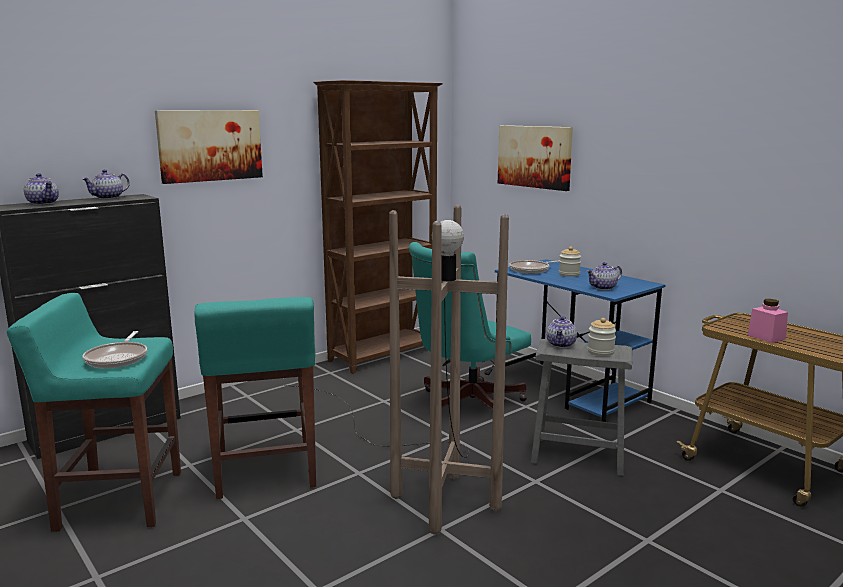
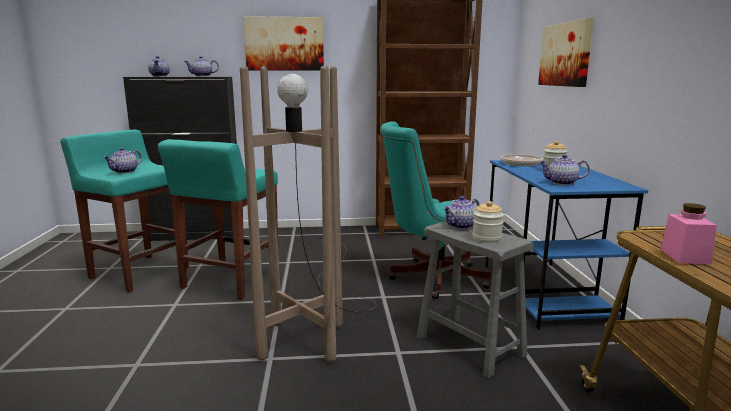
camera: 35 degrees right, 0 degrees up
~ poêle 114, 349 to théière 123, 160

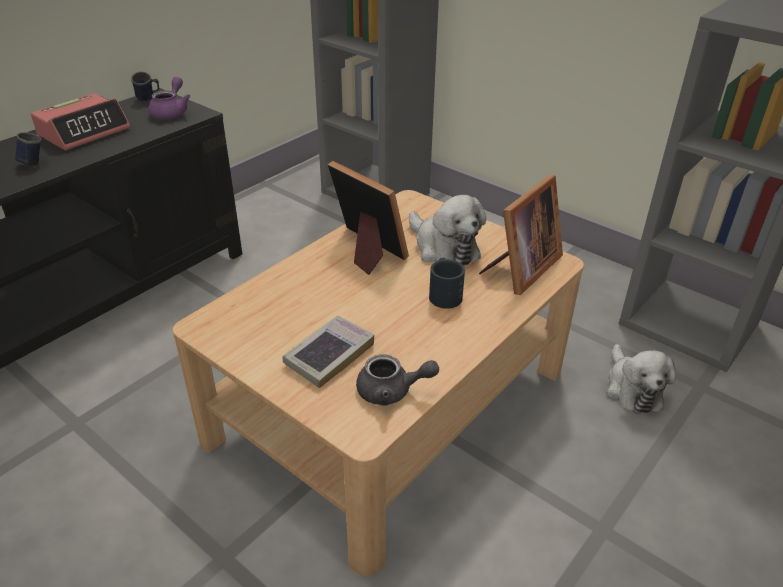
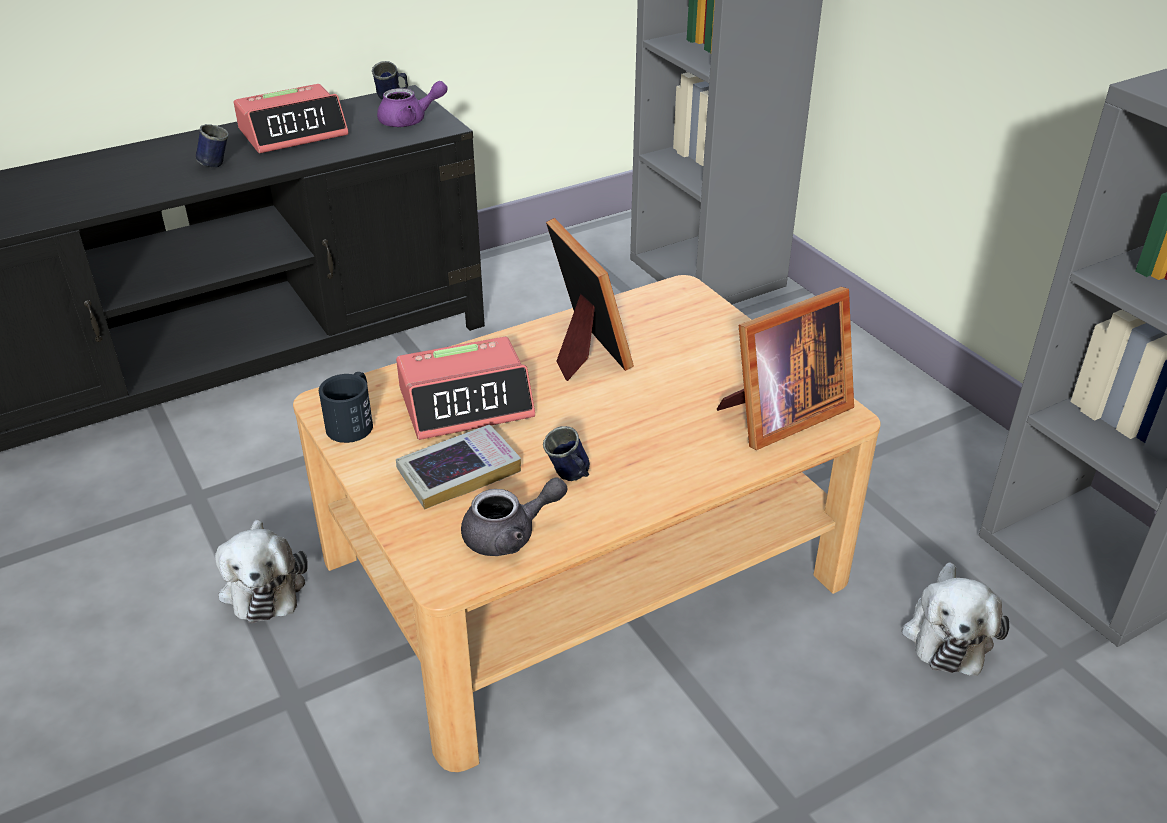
camera: 20 degrees right, 0 degrees up
~ théière [violet] 169, 98 = 412, 104 45 degrees clockwise
~ théière [gris] 397, 380 = 514, 517 45 degrees counterclockwise
~ peluche 447, 230 to 261, 571
~ mug [noir] 447, 283 to 346, 407
+ réveil 465, 388
+ mug [bleu] 566, 453

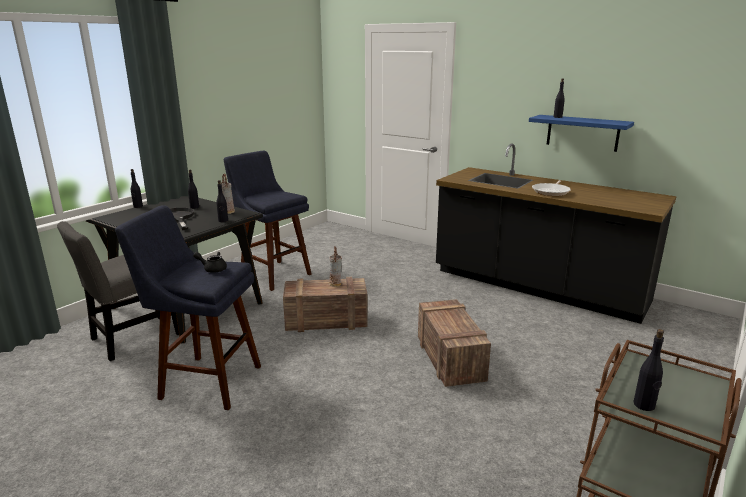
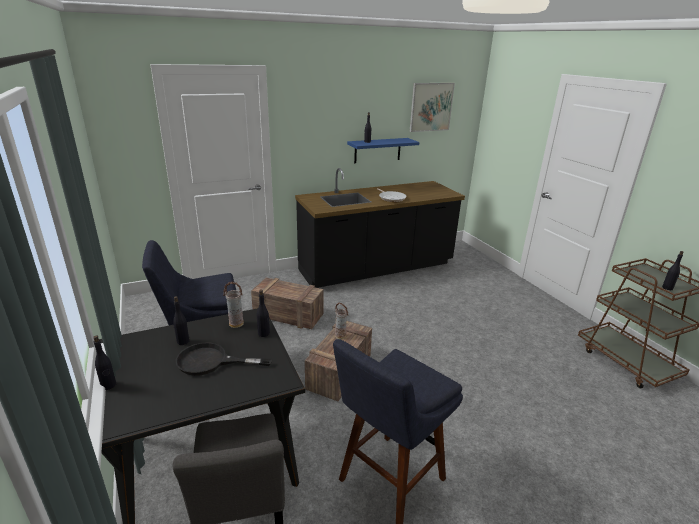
camera: 60 degrees left, 5 degrees up
- théière [noir] 210, 262
~ caisse 454, 343 to 287, 303
+ tableau 432, 107

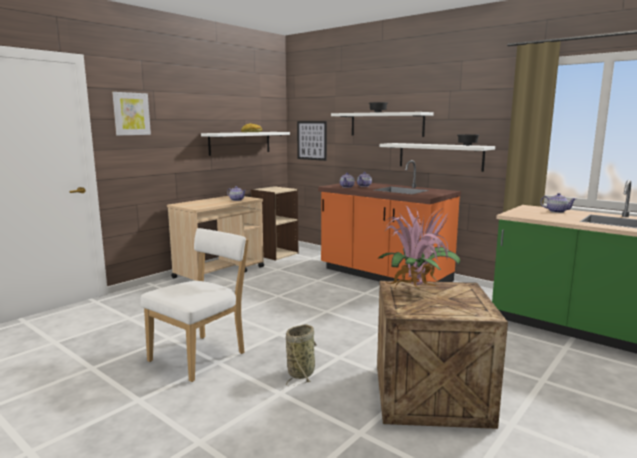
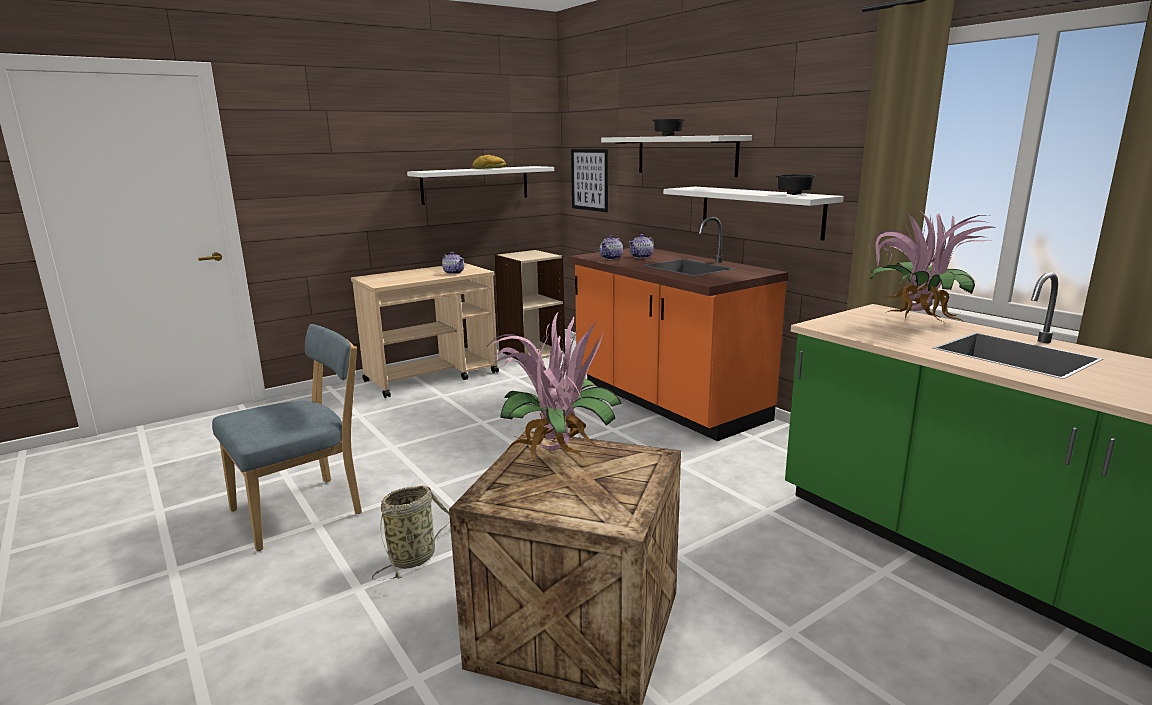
camera: 15 degrees right, 5 degrees up
- tableau 131, 113
~ chaise [blanc] 194, 305 to chaise [bleu] 287, 437
~ théière 558, 203 to plante en pot 933, 266

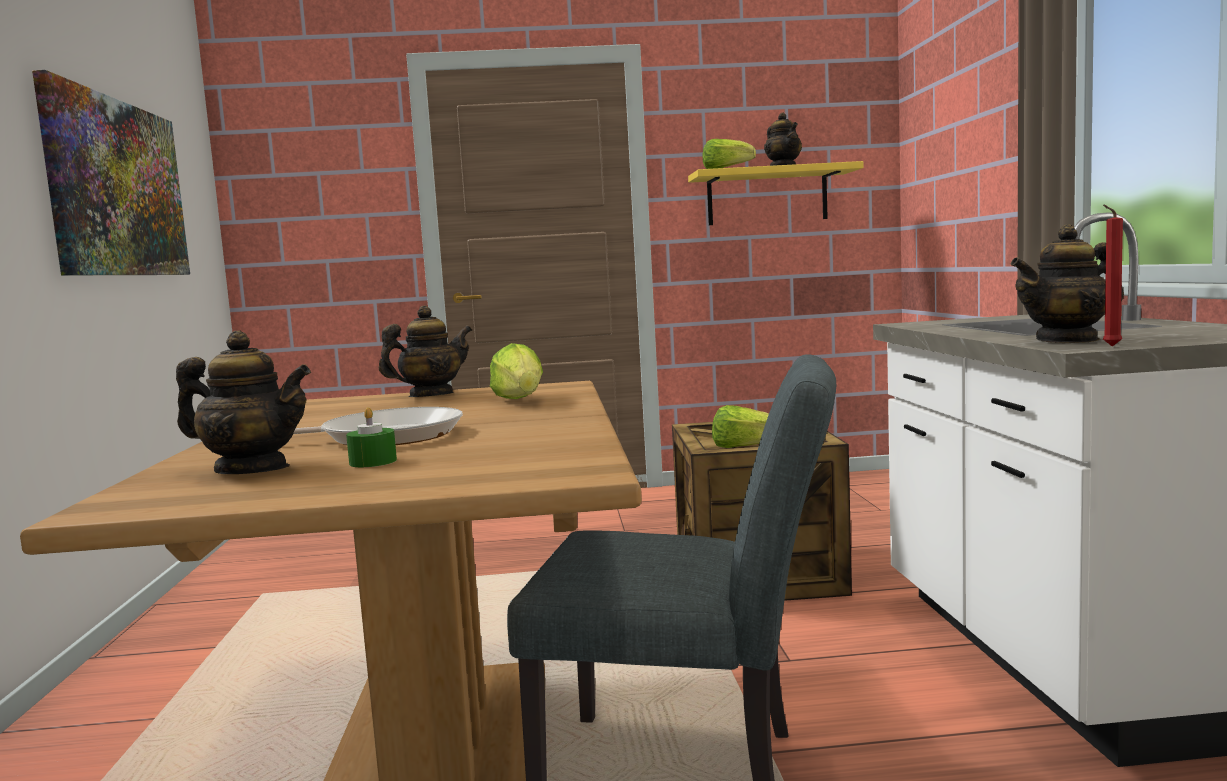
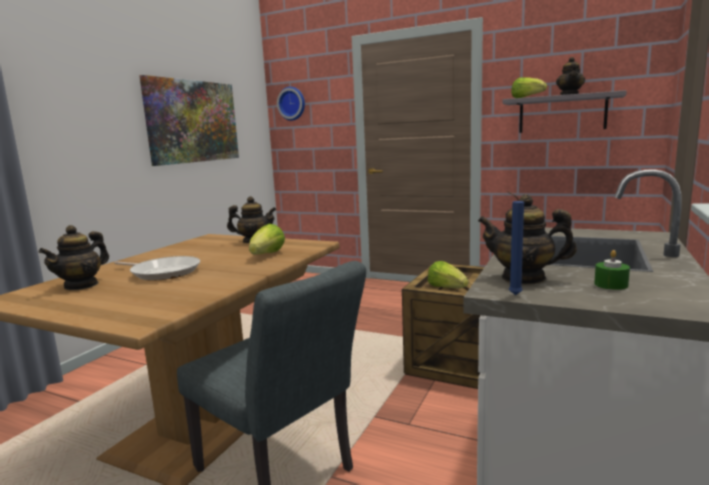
camera: 30 degrees right, 5 degrees up
~ théière 243, 402 = 73, 257 75 degrees clockwise
~ bougie [vert] 371, 437 to 612, 270
~ étagère [jaune] 776, 193 to étagère [gris] 565, 111
~ bougie [rouge] 1113, 276 to bougie [bleu] 515, 243
+ horloge murale 291, 104

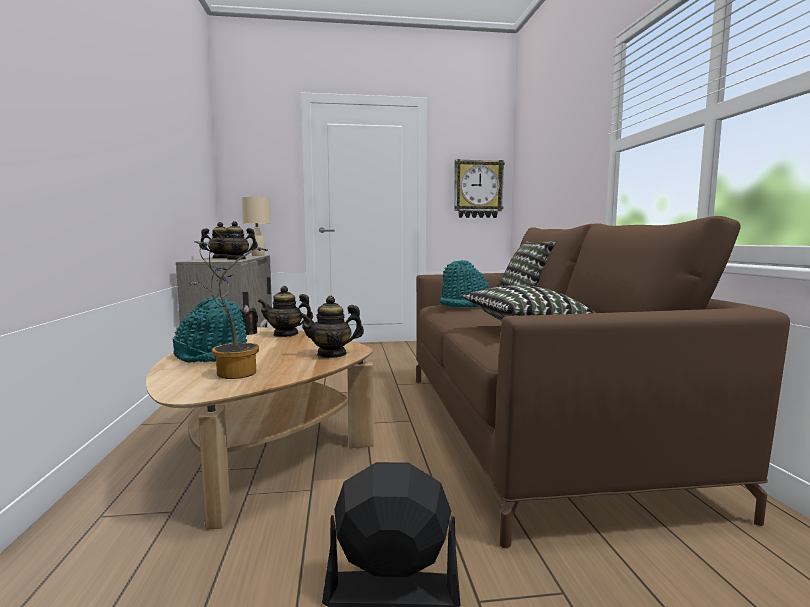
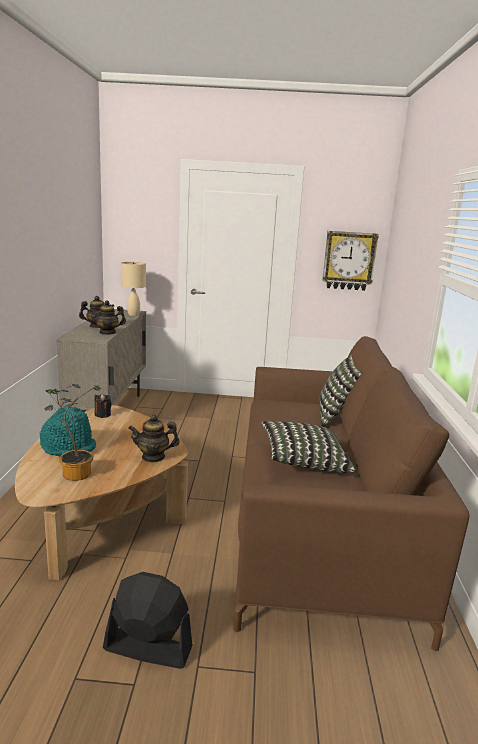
camera: 10 degrees right, 10 degrees up
- théière 285, 311
- chapeau [turquoise] 464, 283

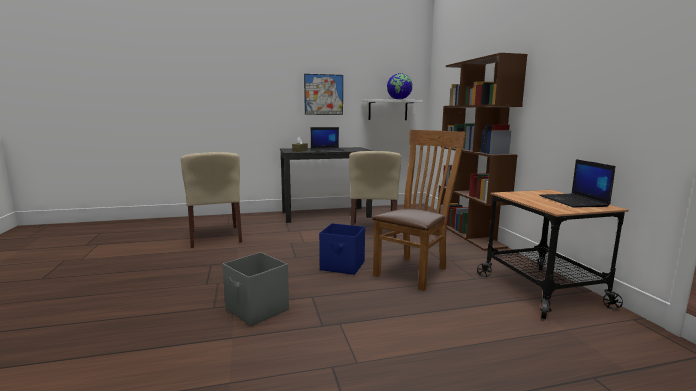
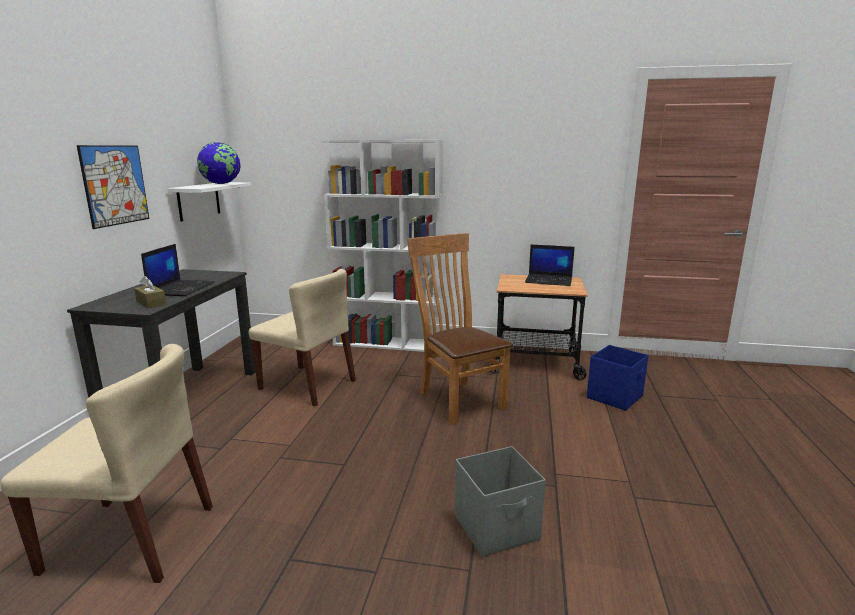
camera: 65 degrees left, 5 degrees up
~ boîte de rangement [bleu] 342, 249 to 618, 378
~ bibliothèque [marron] 483, 152 to bibliothèque [blanc] 382, 246

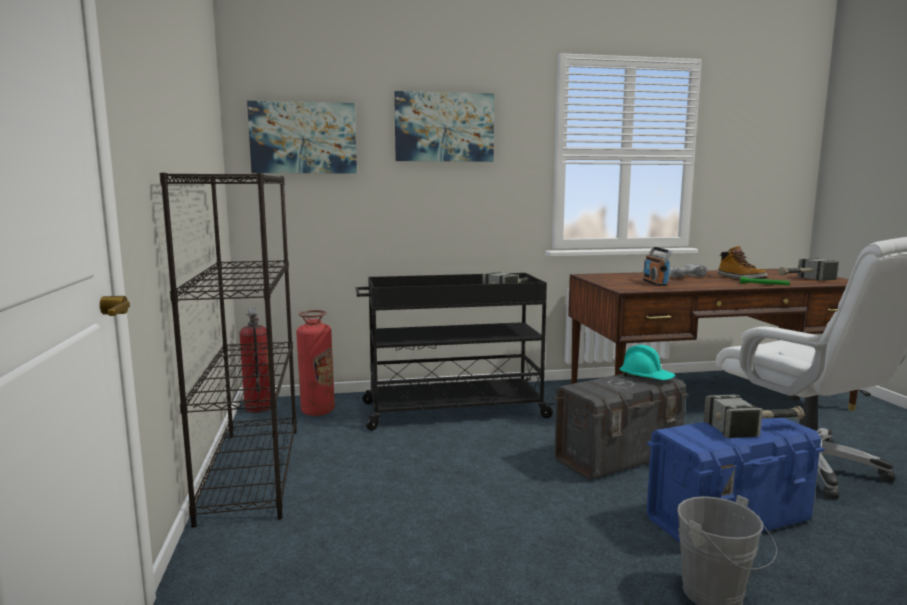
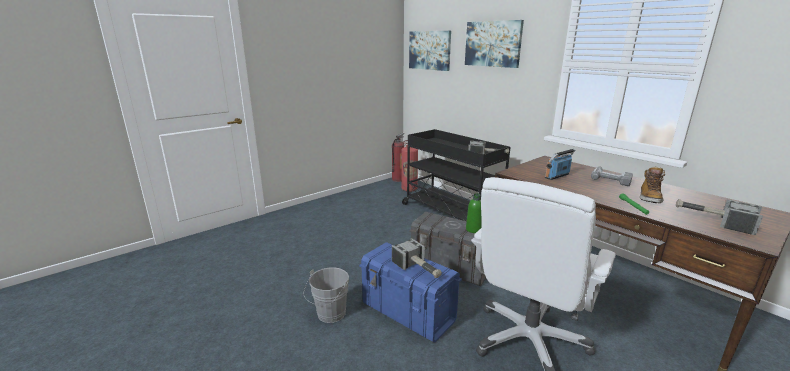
camera: 60 degrees right, 10 degrees up
- bibliothèque [noir] 228, 350
~ casque de chantier [turquoise] 648, 362 to bouteille [vert] 474, 213

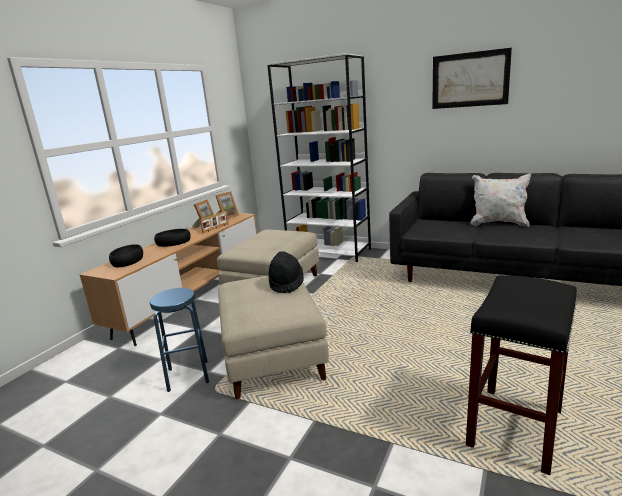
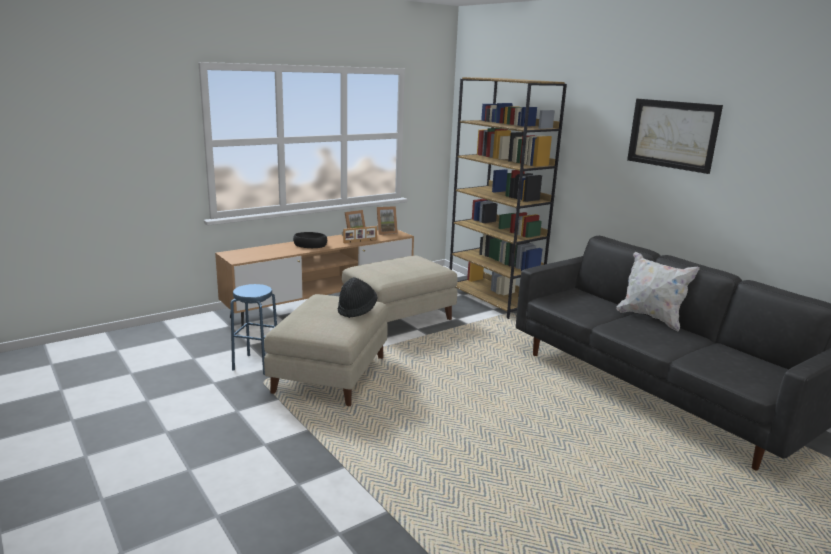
camera: 25 degrees right, 0 degrees up
- bol [noir] 126, 255
~ bibliothèque [blanc] 319, 157 to bibliothèque [marron] 508, 198
- tabouret [noir] 521, 375

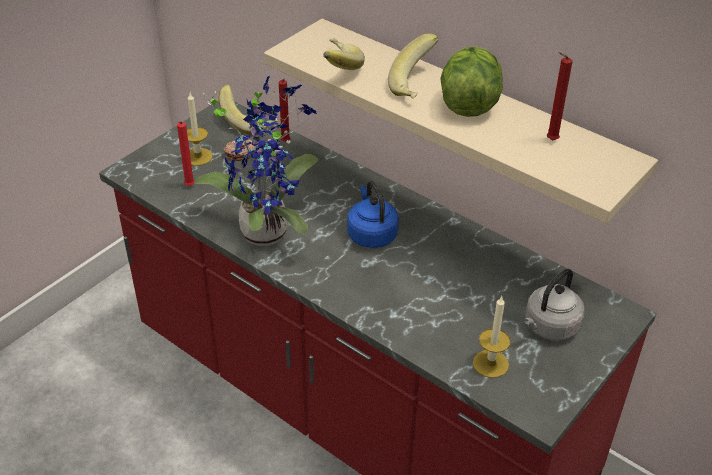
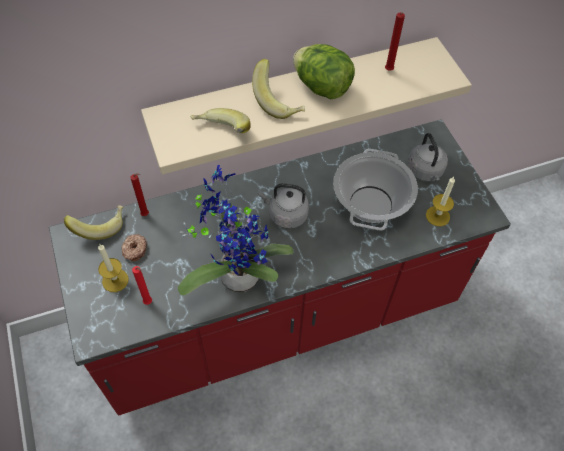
camera: 60 degrees left, 15 degrees up
~ bouilloire [bleu] 373, 214 to bouilloire [gris] 284, 206
+ marmite 375, 190

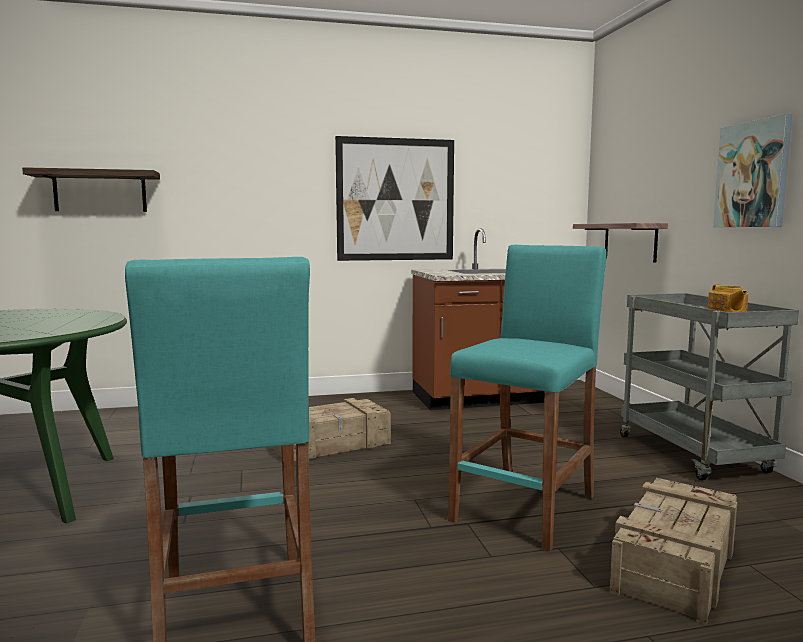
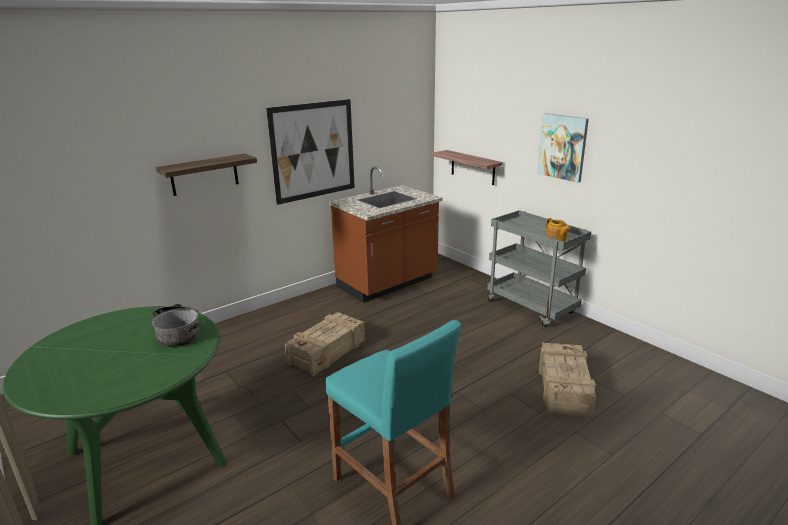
camera: 25 degrees left, 15 degrees up
~ étagère 91, 189 to 206, 175
- tabouret [turquoise] 527, 398
+ marmite 175, 325

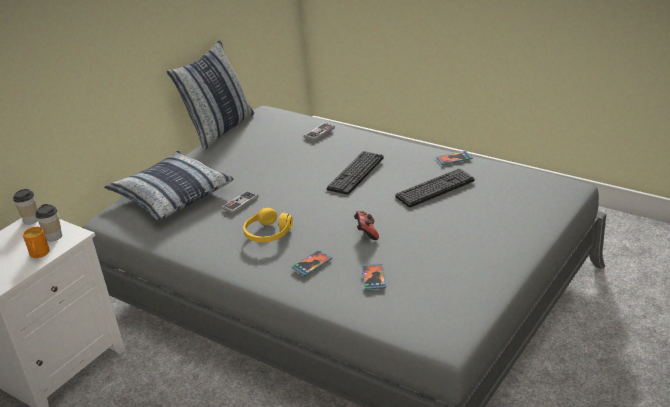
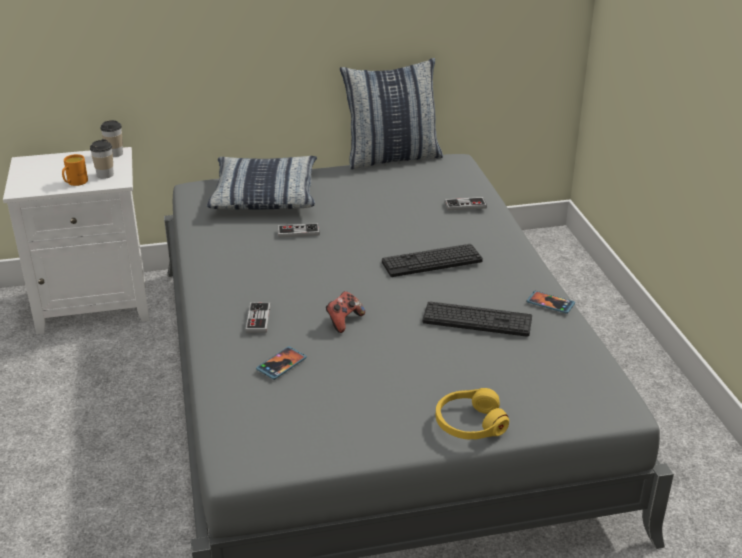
camera: 40 degrees right, 0 degrees up
~ casque audio [jaune] 268, 225 to 472, 414
~ téléphone 312, 263 to manette 258, 317

